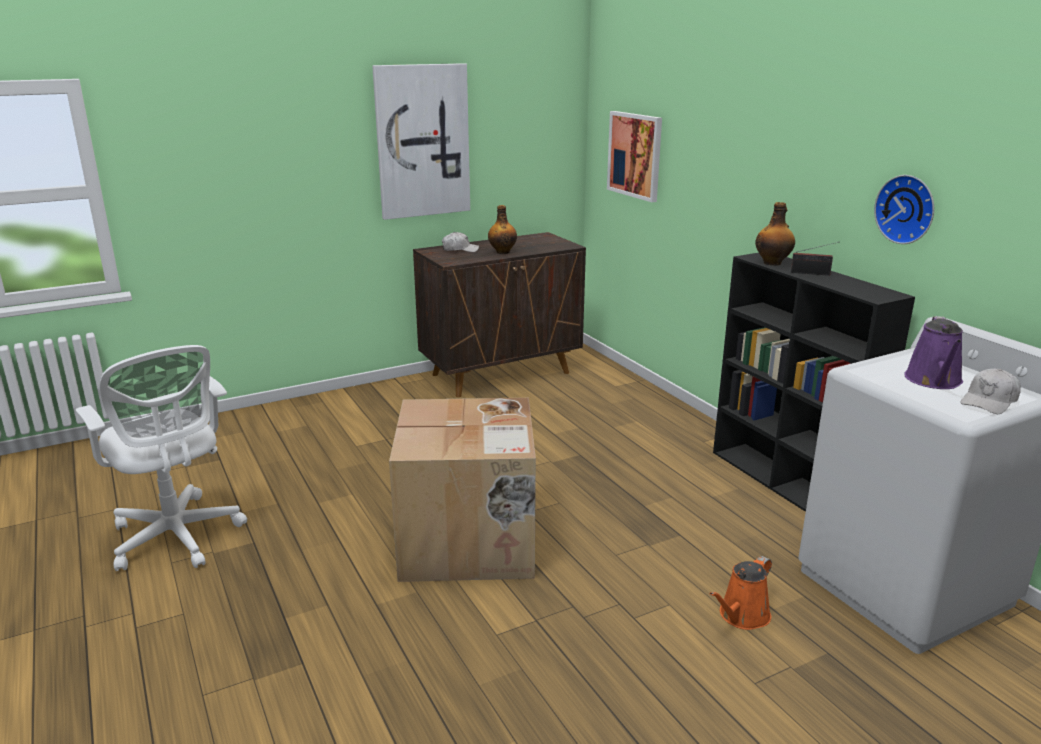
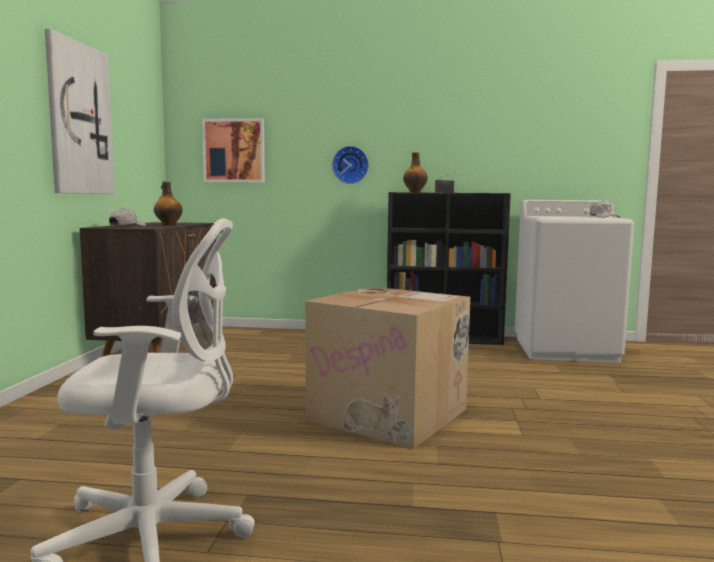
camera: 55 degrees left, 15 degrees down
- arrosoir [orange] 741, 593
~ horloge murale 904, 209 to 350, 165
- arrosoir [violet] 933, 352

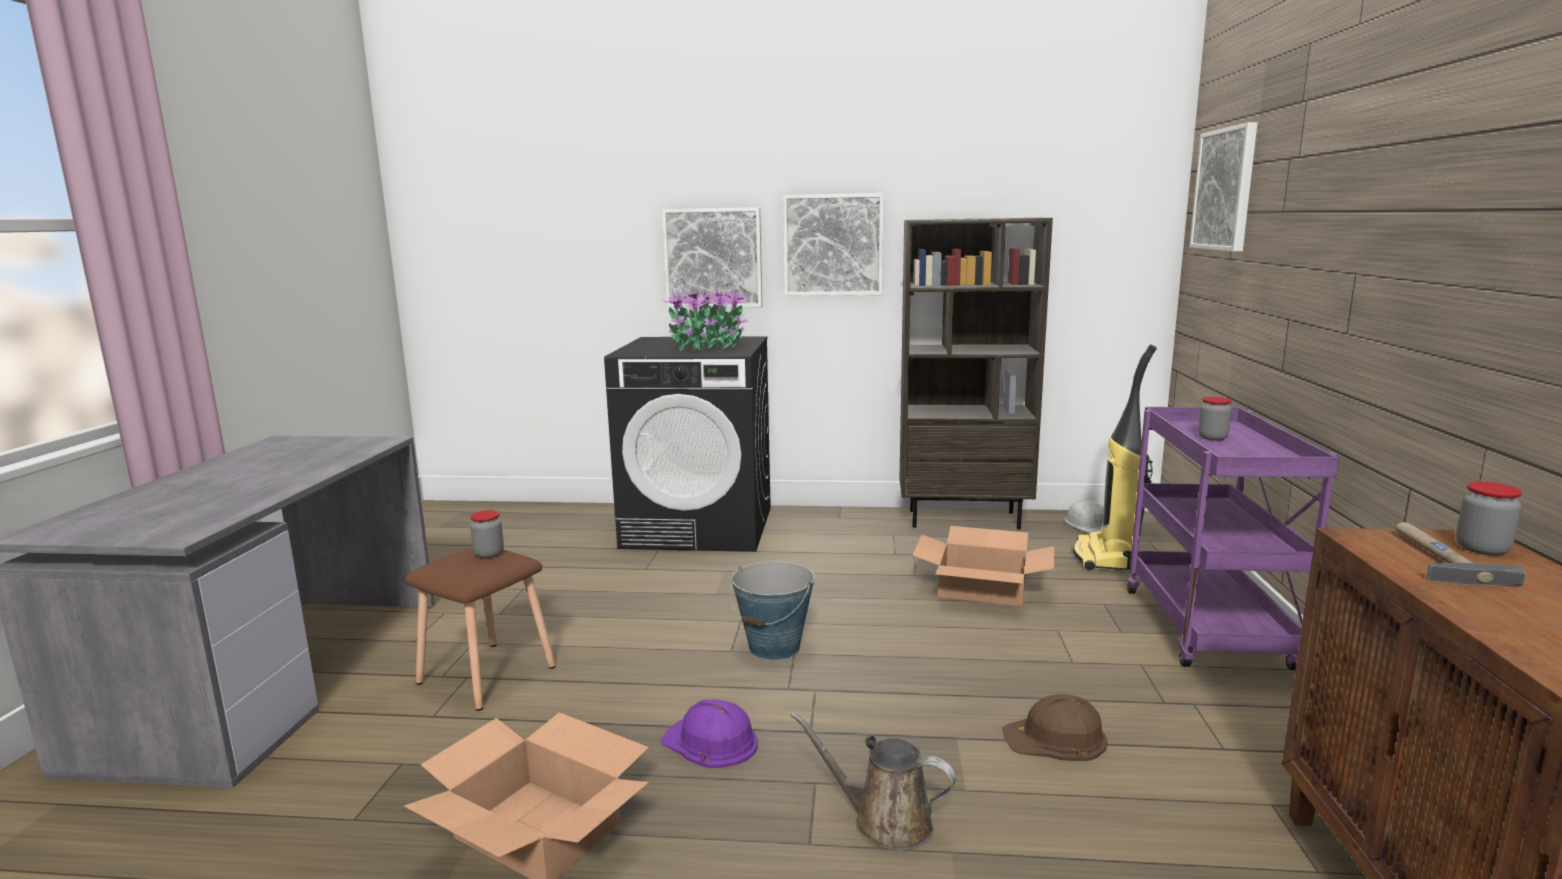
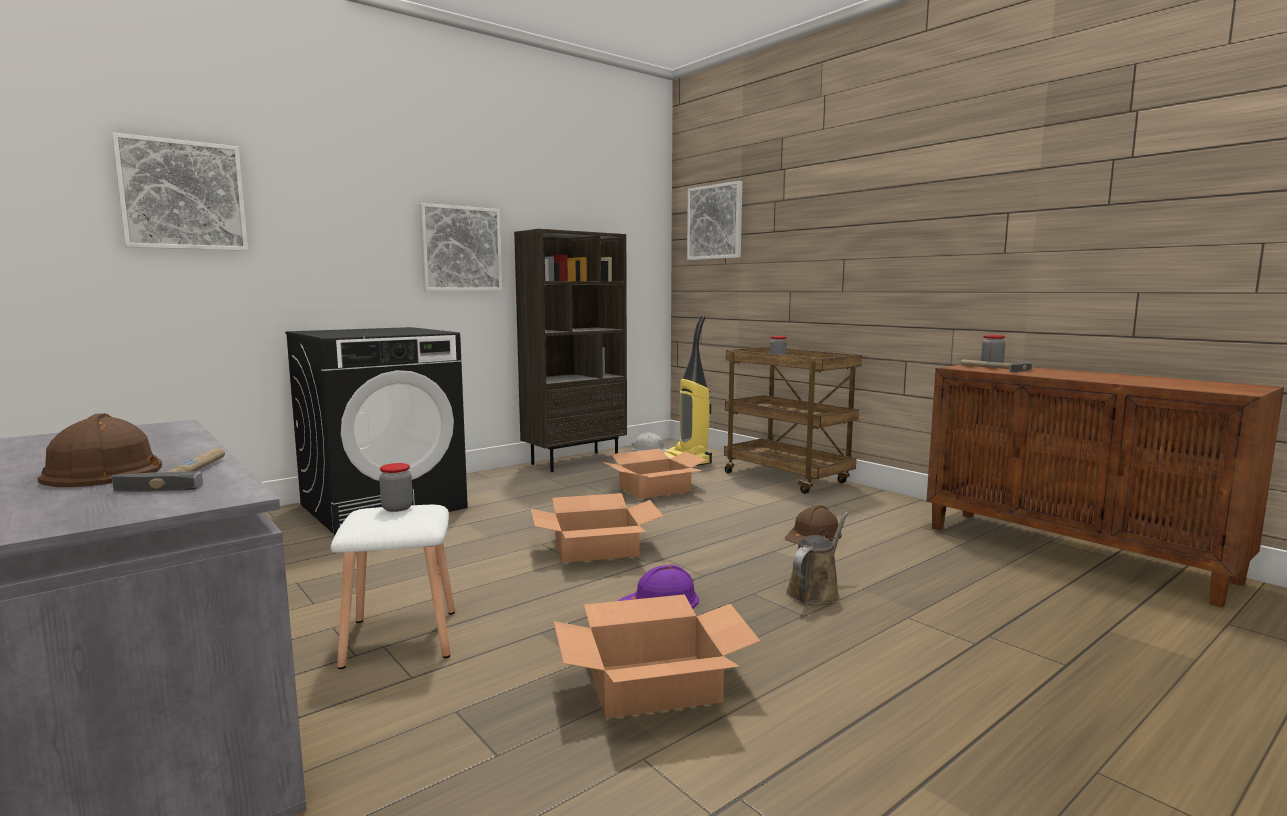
camera: 45 degrees left, 5 degrees down
~ tabouret [marron] 480, 629 to tabouret [blanc] 392, 587
~ tableau 712, 257 to 180, 191
- plante en pot 705, 318
~ seau 772, 610 to carton 597, 528
~ arrosoir [marron] 873, 781 = 817, 559 150 degrees clockwise
~ chariot [violet] 1233, 538 to chariot [marron] 793, 420
+ casque de chantier [marron] 100, 450
+ marteau 168, 470

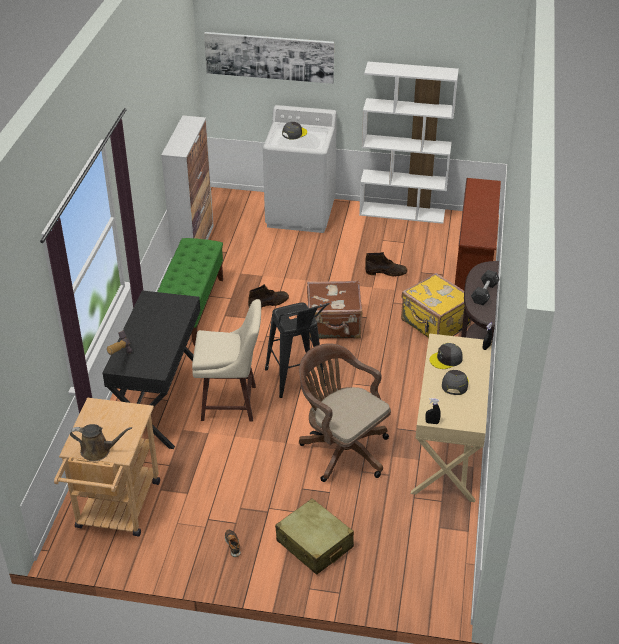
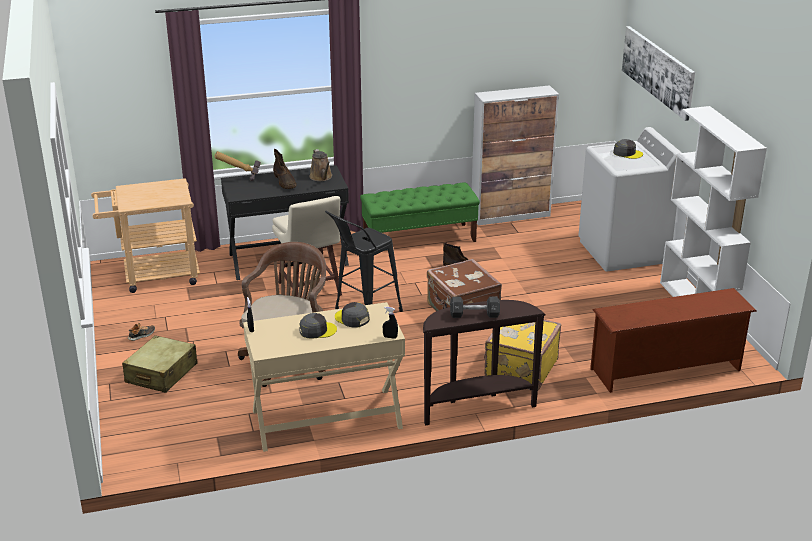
camera: 65 degrees right, 10 degrees down
~ arrosoir [marron] 101, 443 to 321, 165
~ botte [marron] 386, 264 to 285, 169

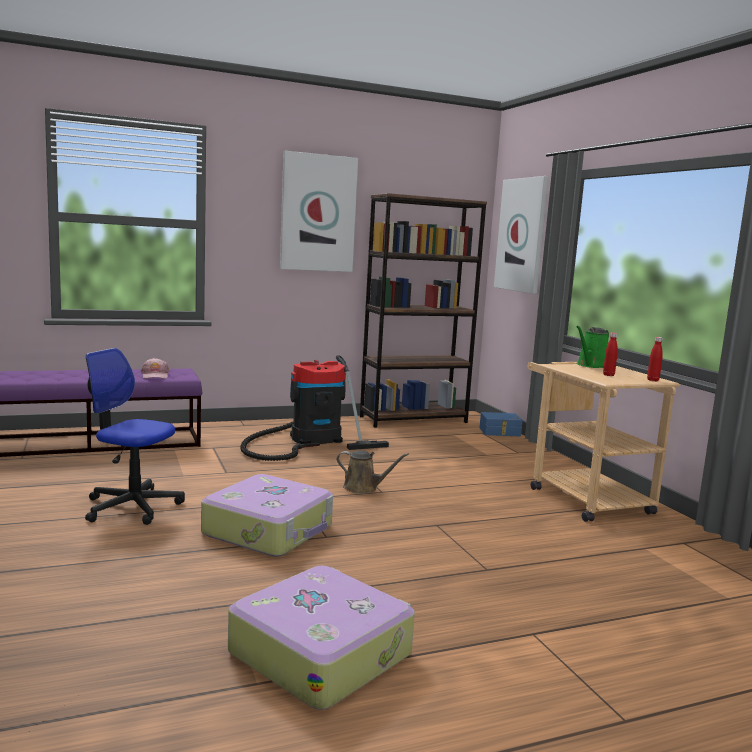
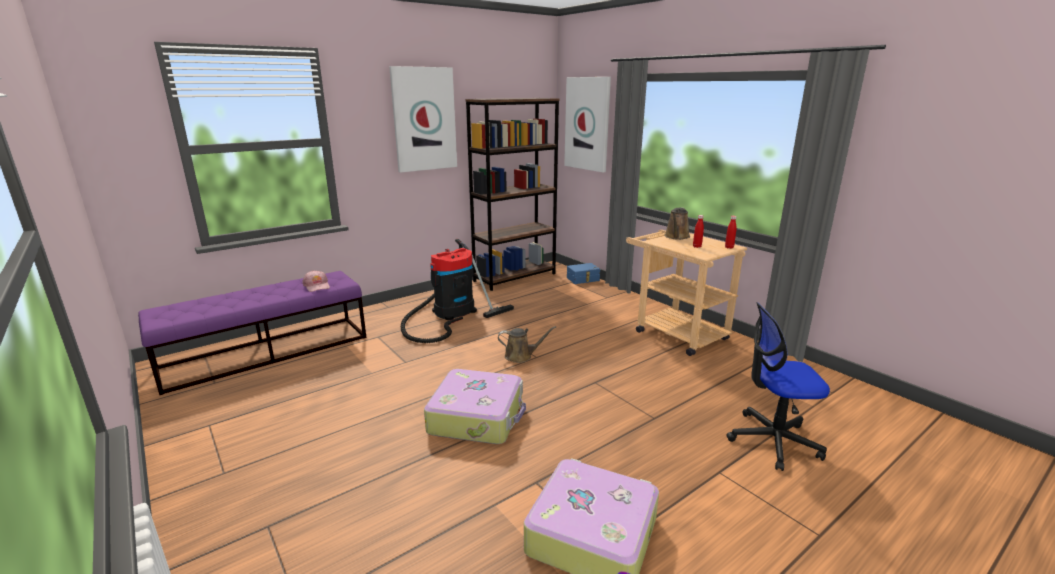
camera: 15 degrees left, 10 degrees up
~ chaise de bureau 135, 436 to 778, 386
~ arrosoir [vert] 592, 347 to arrosoir [marron] 677, 224

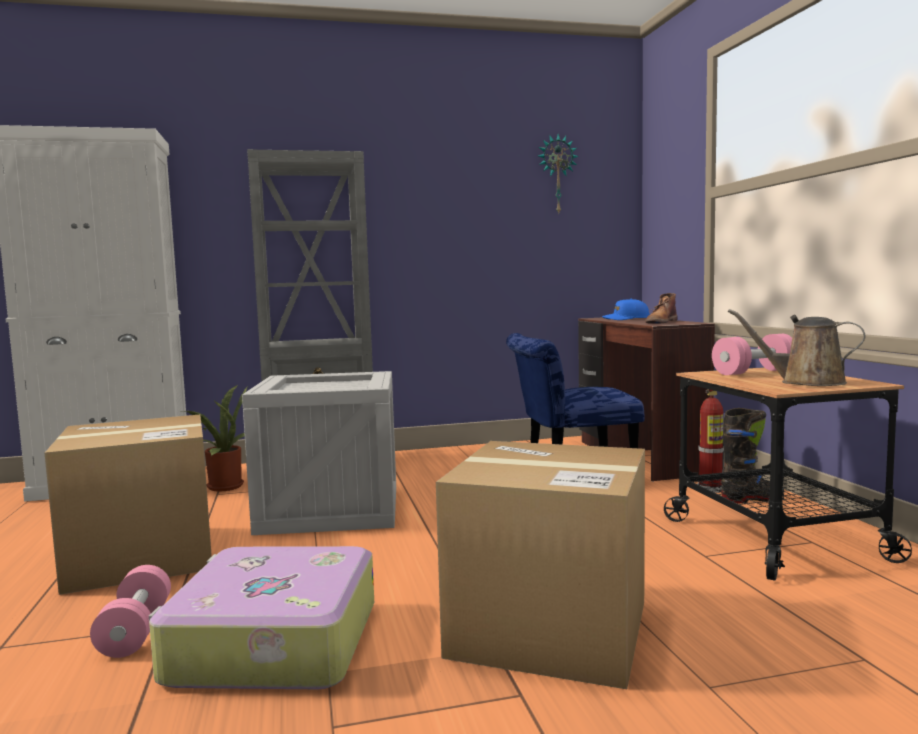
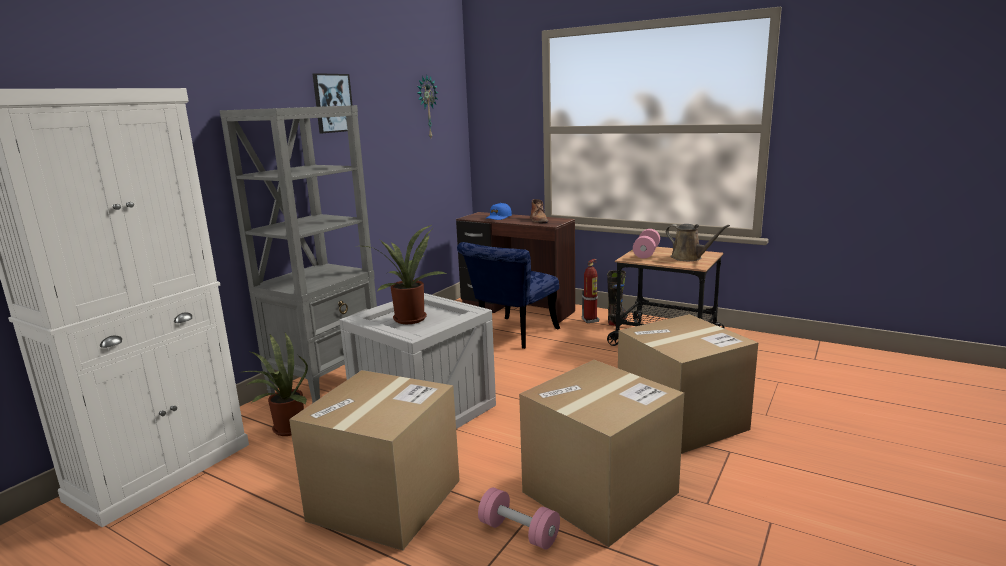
camera: 45 degrees left, 10 degrees up
~ valise 261, 617 to carton 601, 453
~ arrosoir [marron] 797, 347 = 698, 242 120 degrees counterclockwise
+ tableau 332, 103
+ plante en pot 405, 274

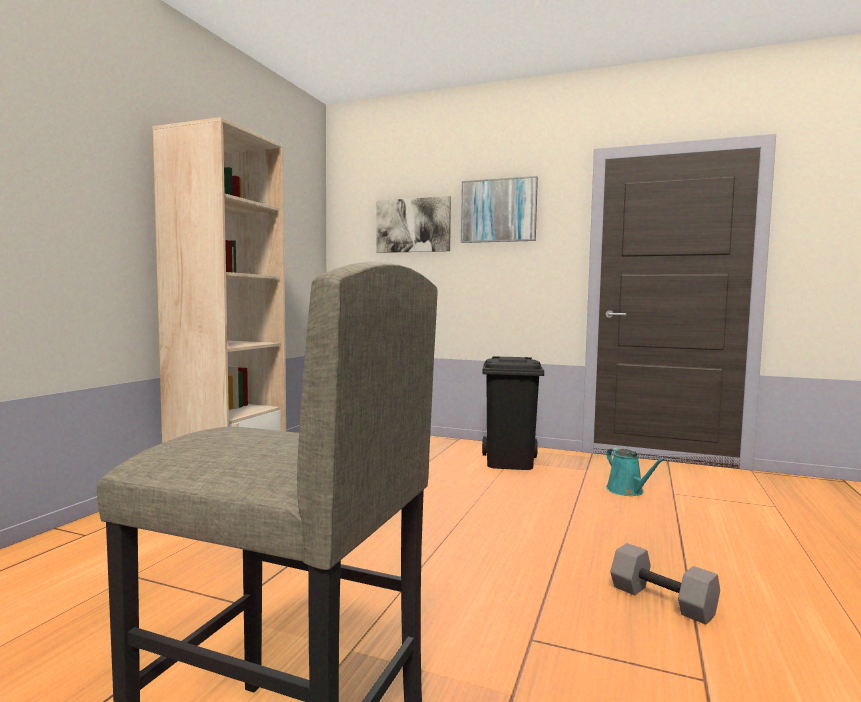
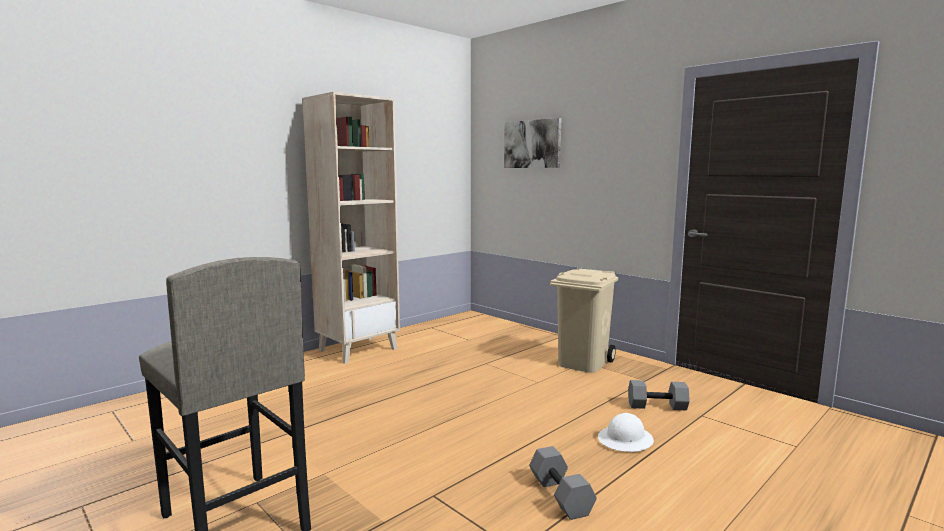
camera: 25 degrees right, 5 degrees up
- tableau 499, 209
~ poubelle [noir] 513, 413 to poubelle [beige] 584, 320
~ arrosoir [turquoise] 635, 472 to haltère [gris] 659, 395
+ casque de chantier [blanc] 626, 432

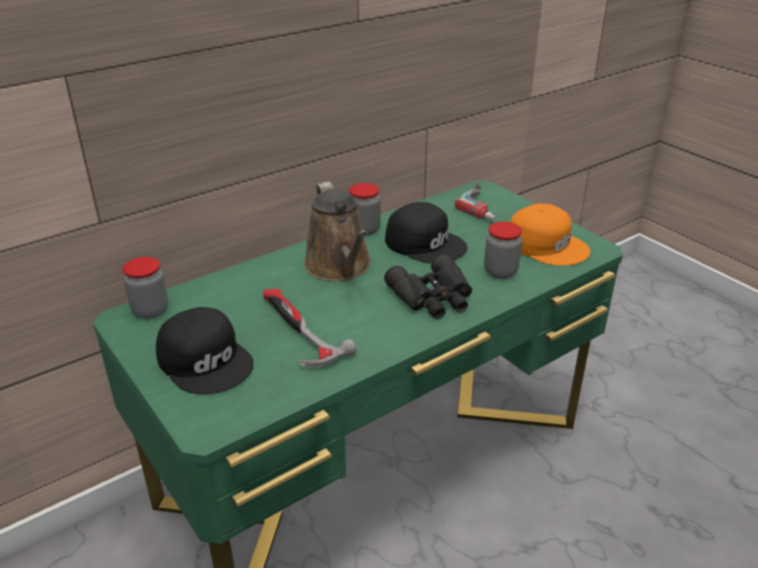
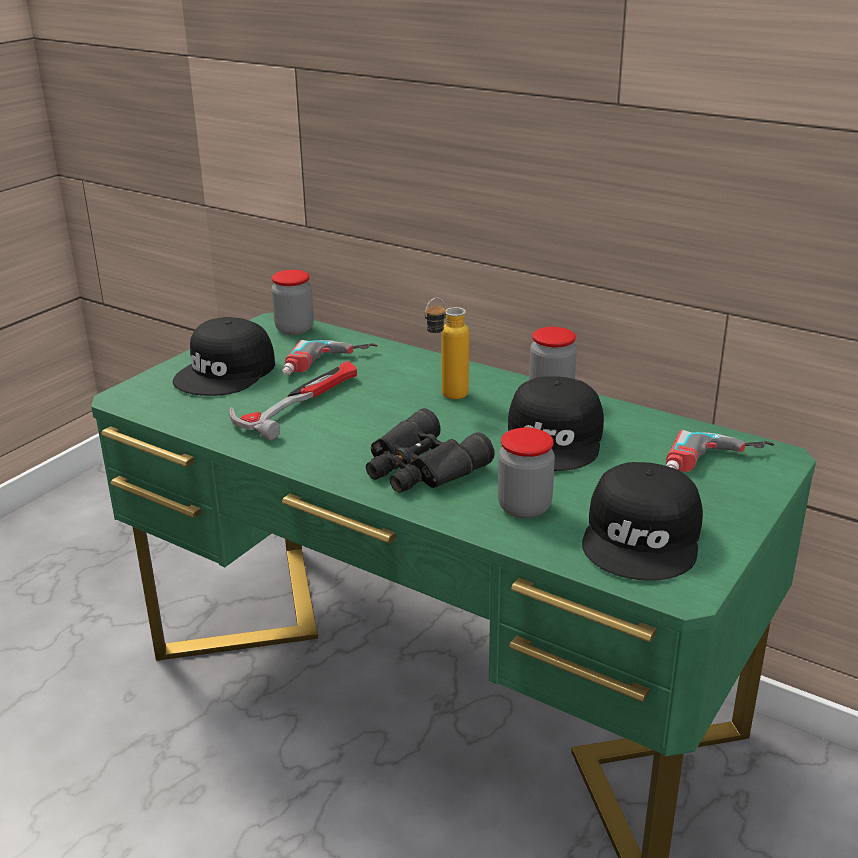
camera: 70 degrees right, 5 degrees down
~ arrosoir [marron] 337, 231 to bouteille 447, 348
~ casquette [orange] 550, 235 to casquette [noir] 642, 521
+ perceuse 330, 357

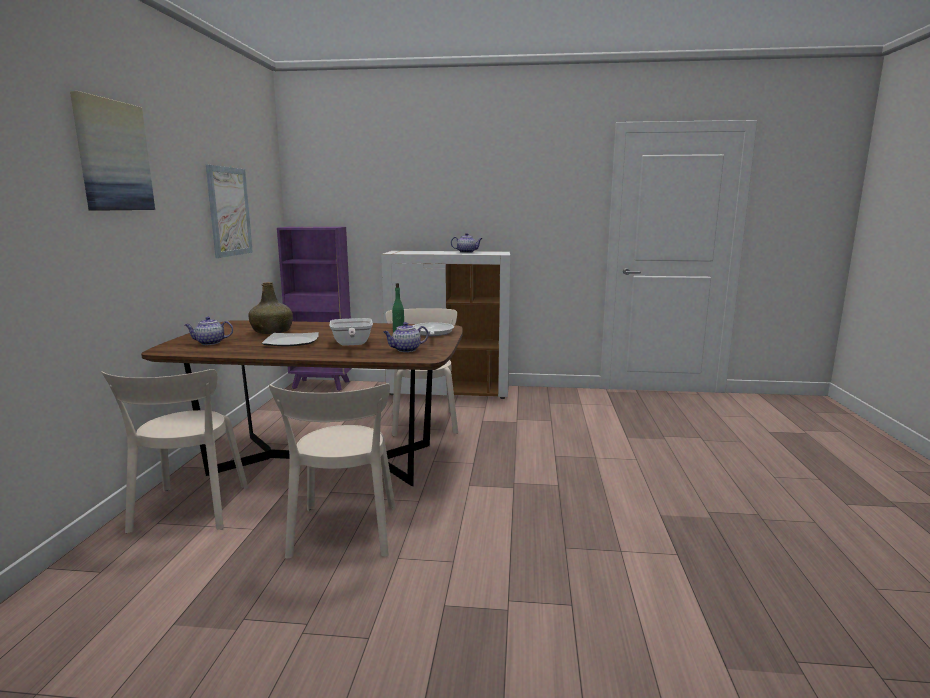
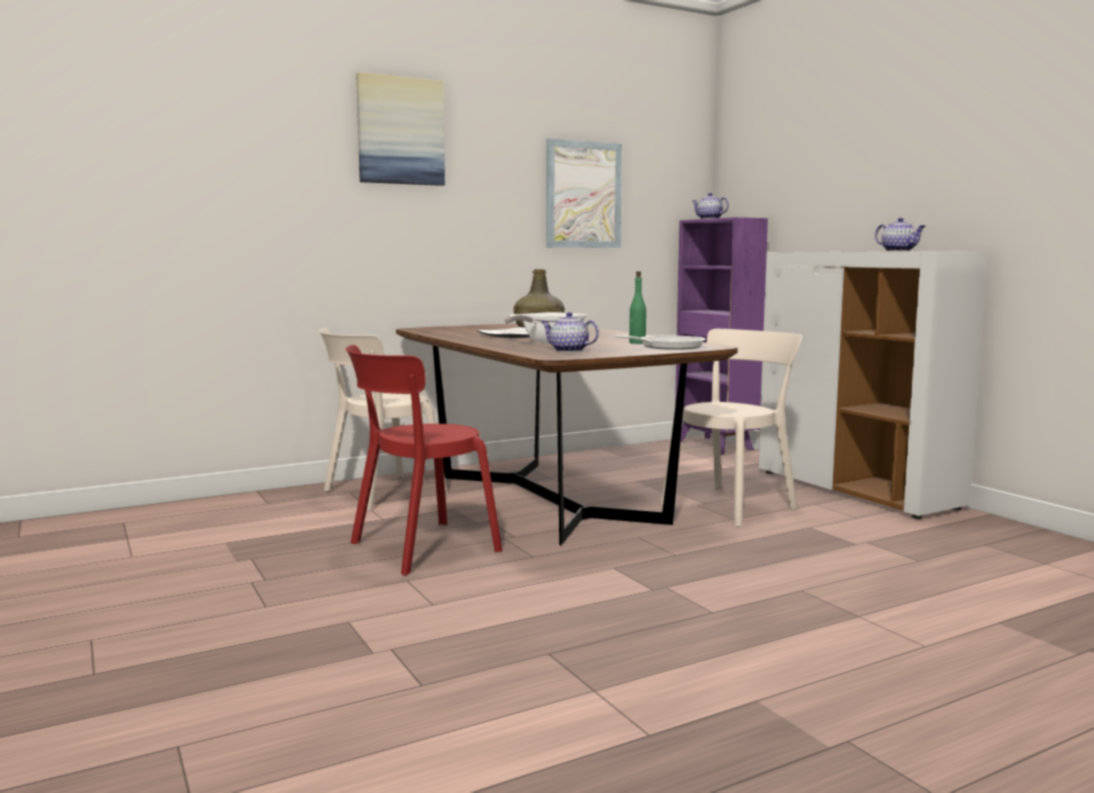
camera: 55 degrees right, 5 degrees down
~ théière 209, 331 to 710, 206
~ chaise [beige] 332, 471 to chaise [rouge] 424, 460

